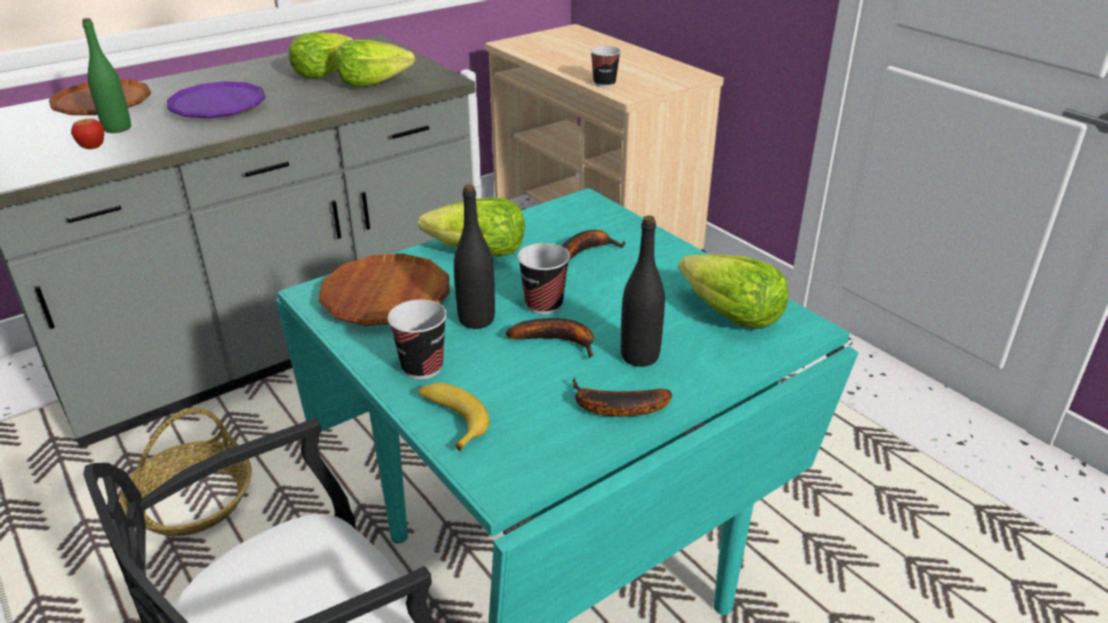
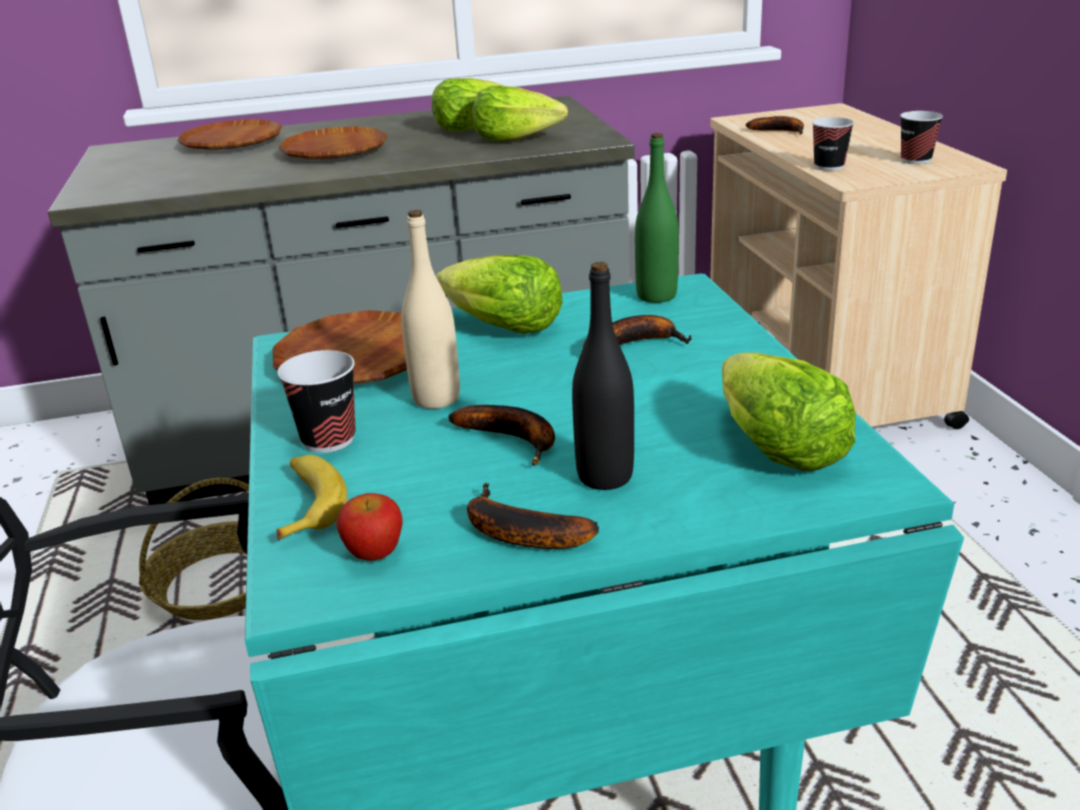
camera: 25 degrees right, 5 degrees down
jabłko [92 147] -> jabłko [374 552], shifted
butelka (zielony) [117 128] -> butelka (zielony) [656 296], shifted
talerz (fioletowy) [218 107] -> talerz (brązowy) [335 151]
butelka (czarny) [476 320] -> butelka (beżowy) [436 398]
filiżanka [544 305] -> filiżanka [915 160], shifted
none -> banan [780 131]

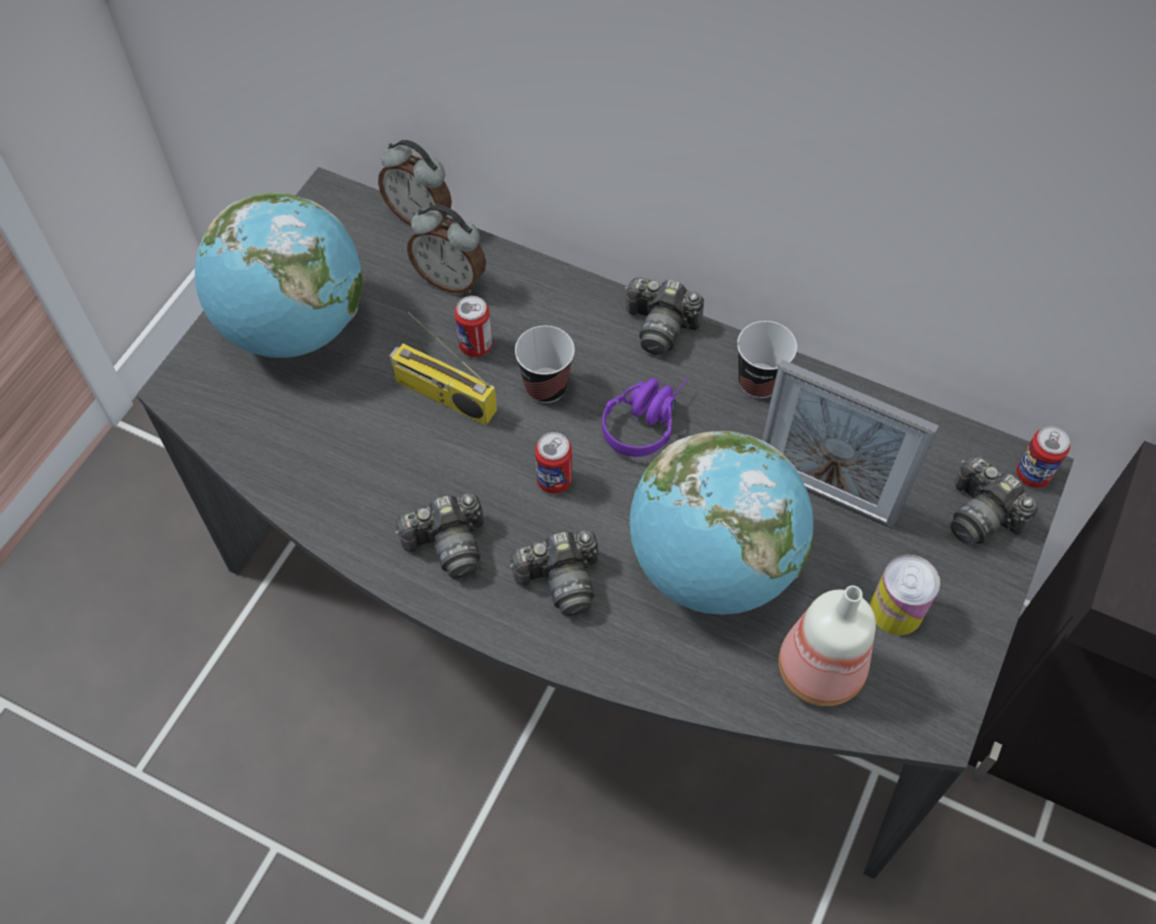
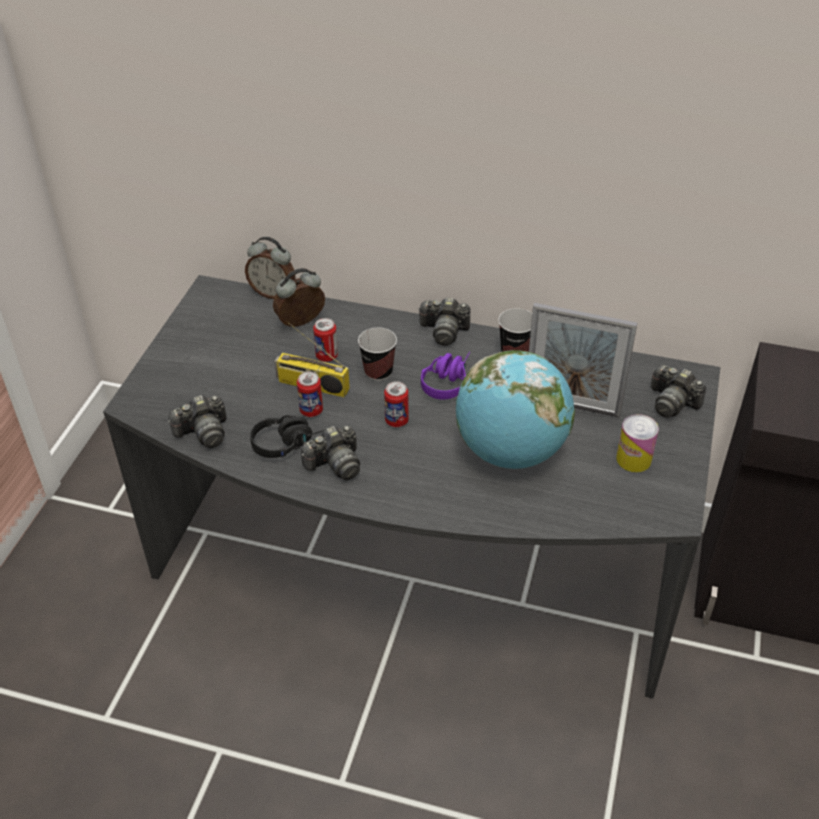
camera: 10 degrees left, 15 degrees down
globus [294 327] -> none
budzik [451 279] -> budzik [301 323], 135 degrees clockwise
aparat fotograficzny [560 580] -> aparat fotograficzny [203 432], shifted
butelka [818 672] -> none
puszka [1032 474] -> puszka [311 410], shifted
none -> słuchawki (czarny) [289 442]

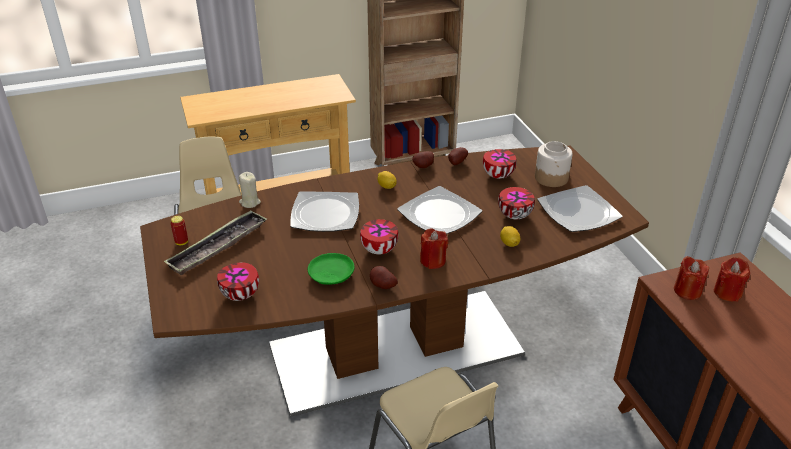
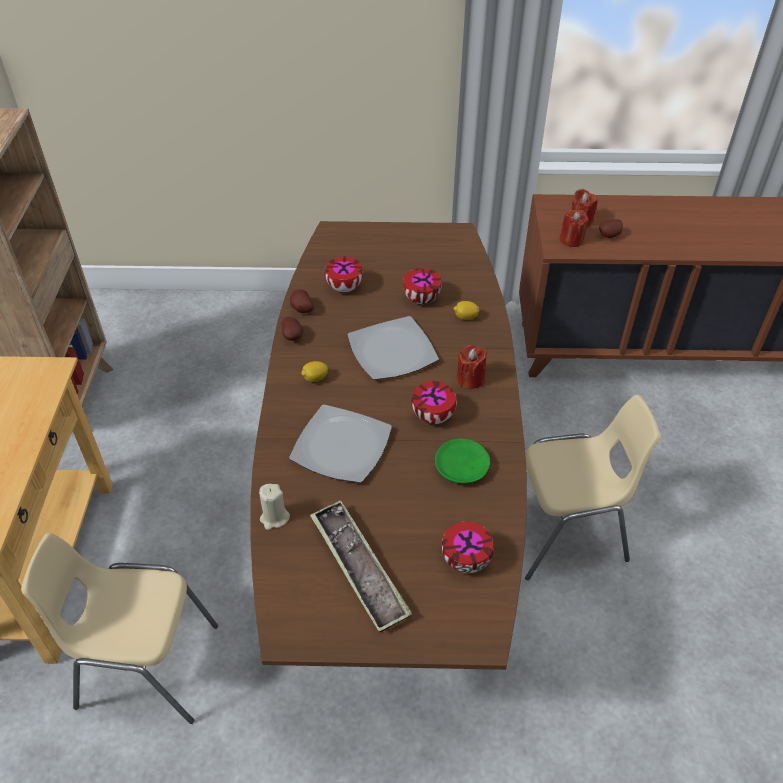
camera: 70 degrees left, 10 degrees up
puszka [181 242] -> none
ziemniak [382 286] -> ziemniak [610 236], shifted
słoik [551 178] -> none
talerz [578 211] -> none

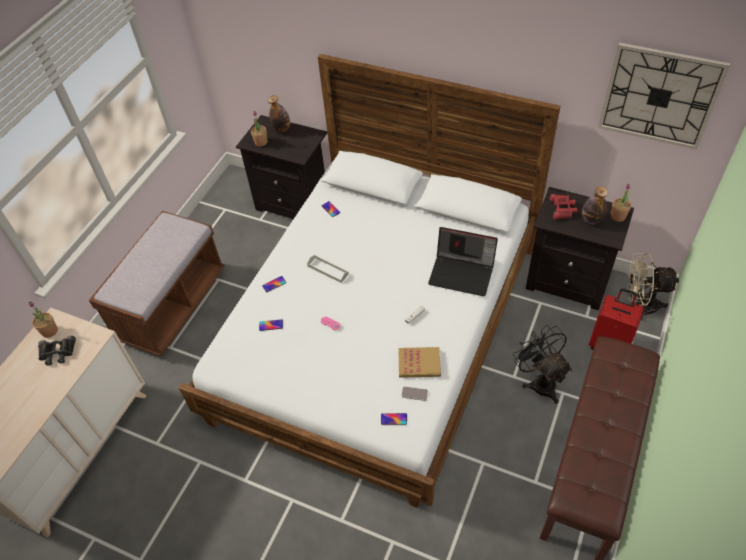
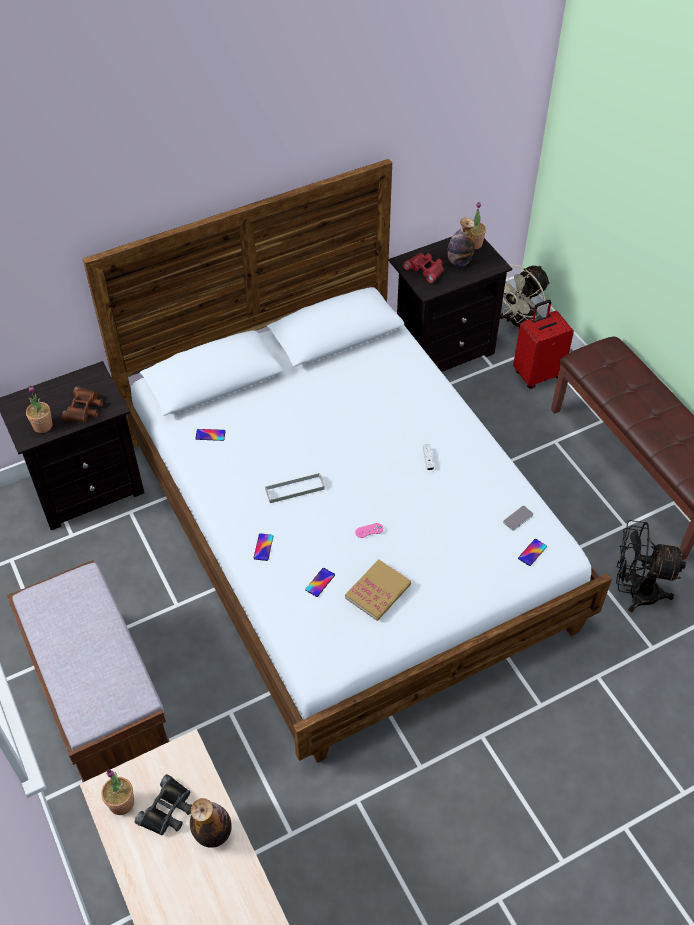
camera: 55 degrees left, 0 degrees up
butelka [281 129] -> butelka [213 833], shifted
książka [419 363] -> książka [378 591], shifted
laptop [462 273] -> none
wentylator (czarny) [540 381] -> wentylator (czarny) [635 592], shifted
zegar ścienny [659 96] -> none
none -> lornetka (brązowy) [84 408]

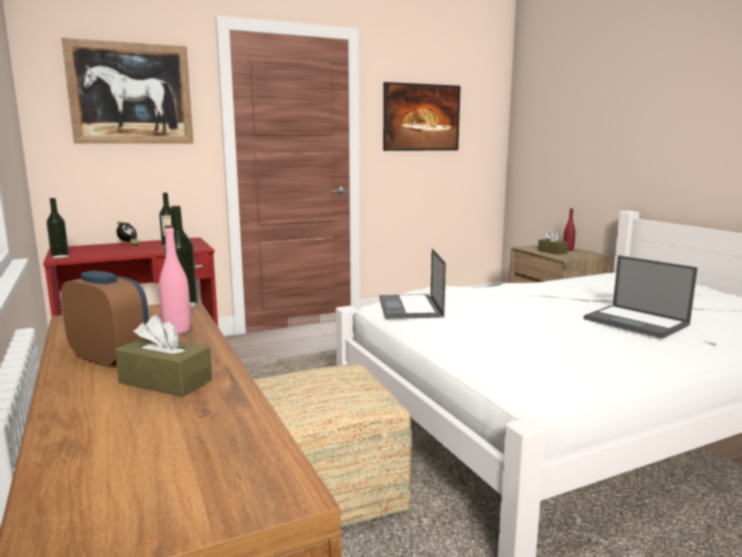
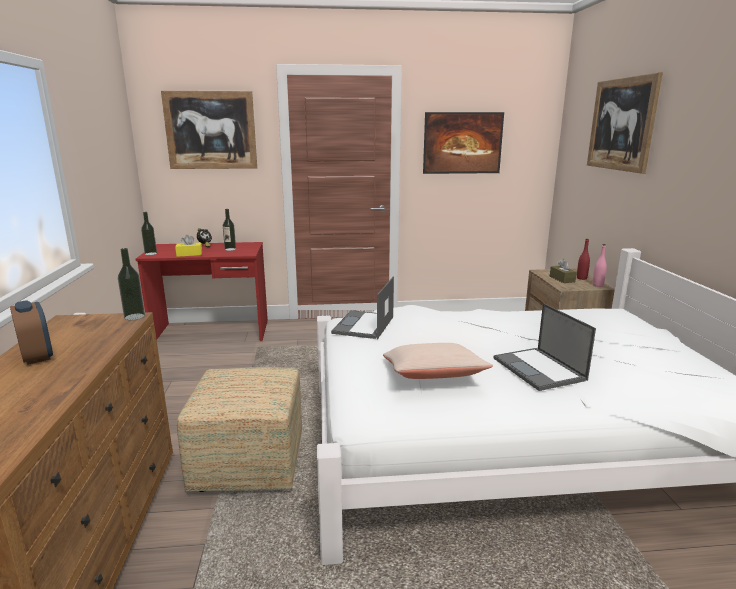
camera: 20 degrees right, 5 degrees up
pudełko chusteczek (brązowy) [165 381] -> none
butelka (różowy) [177 330] -> butelka (różowy) [597 285], shifted
none -> pudełko chusteczek (żółty) [189 254]
none -> poduszka (beżowy) [433 376]
none -> obraz [621 124]

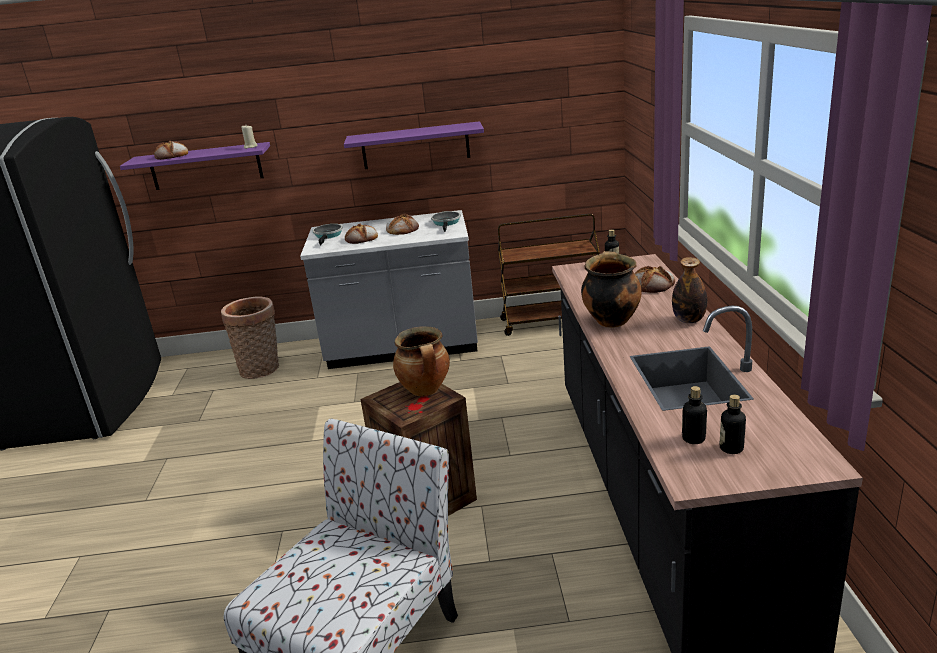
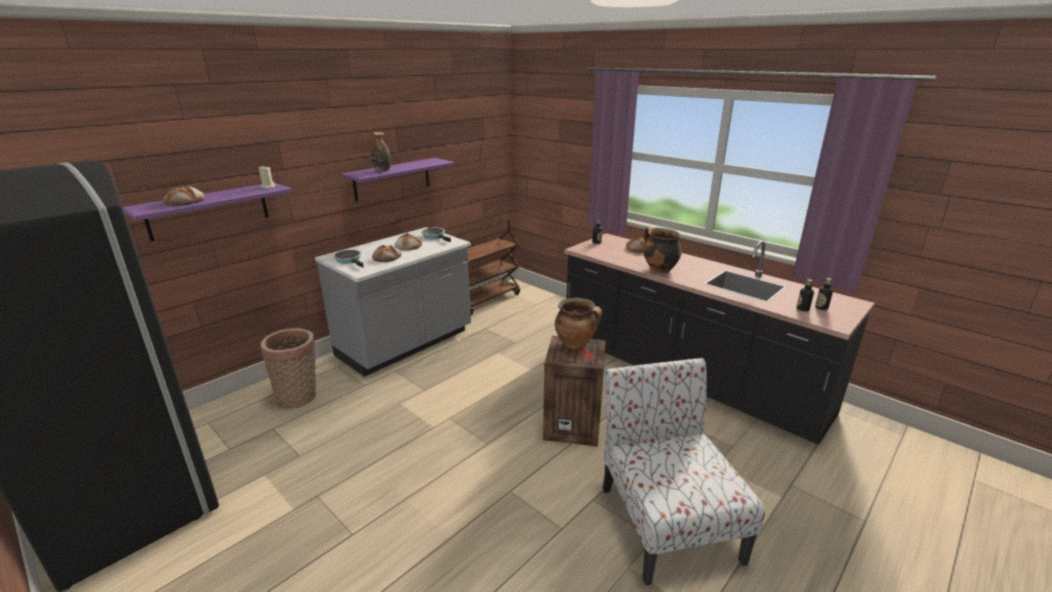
camera: 45 degrees left, 0 degrees up
butelka [689 320] -> butelka [382 170], shifted

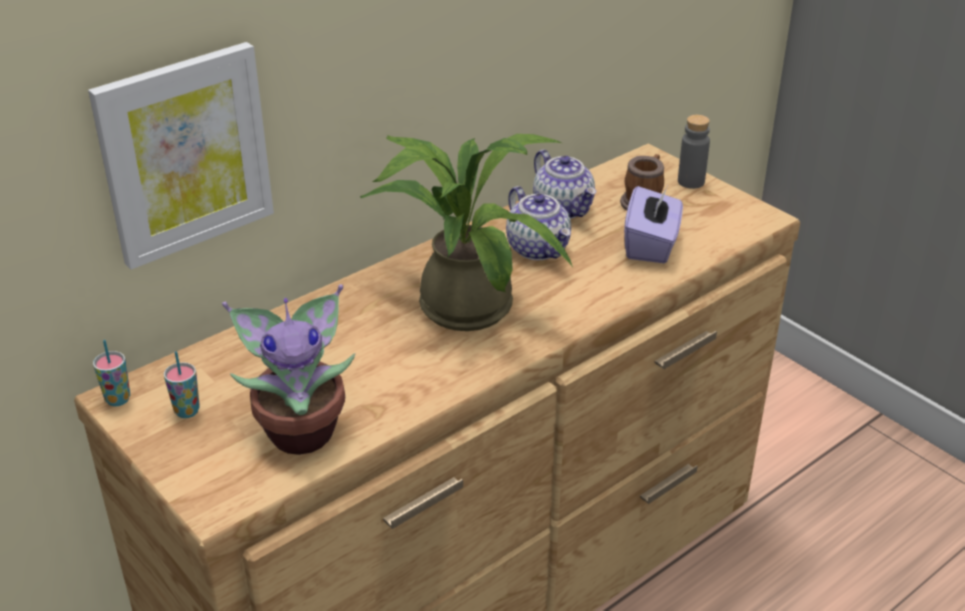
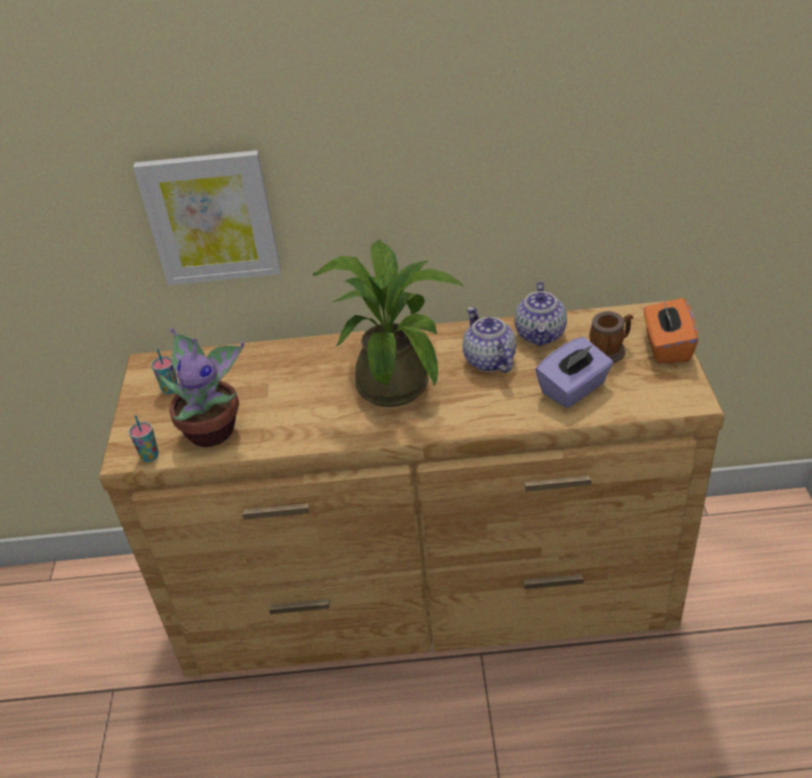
camera: 40 degrees right, 5 degrees up
filiżanka [118 399] -> filiżanka [150 456], shifted
imbryk [539 249] -> imbryk [488 360], 150 degrees clockwise
butelka (szary) [691 182] -> pudełko chusteczek (pomarańczowy) [666 346]

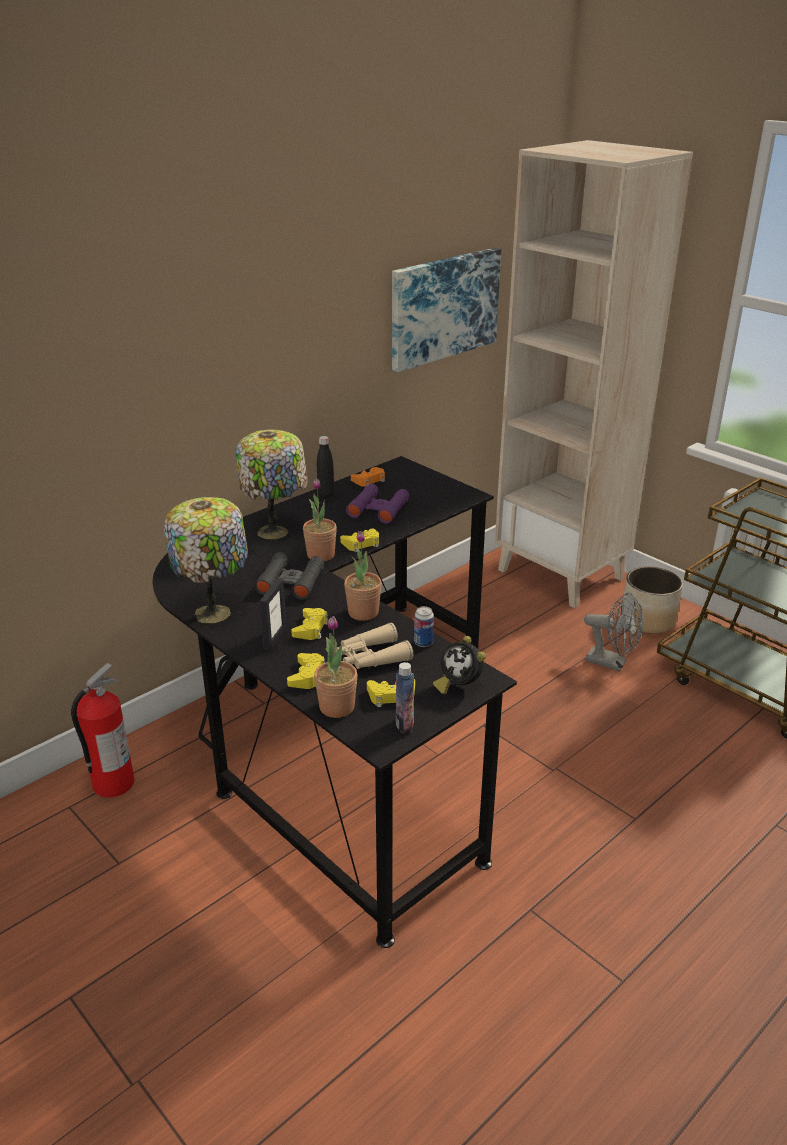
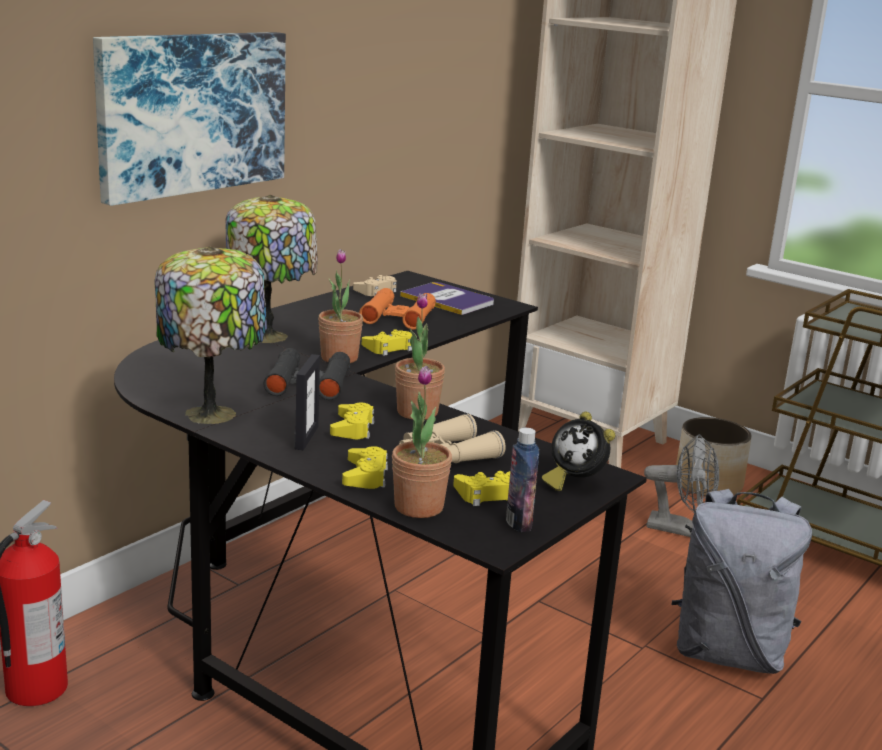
camera: 10 degrees left, 10 degrees down
butelka (czarny) [326 495] -> none
lornetka (fioletowy) [378 509] -> lornetka (pomarańczowy) [398 317]
pad do gier (pomarańczowy) [369 480] -> pad do gier (beżowy) [376 291]
obraz [443 307] -> obraz [191 113], shifted
puszka [423 643] -> none
none -> książka [448 300]
none -> plecak (szary) [728 653]

